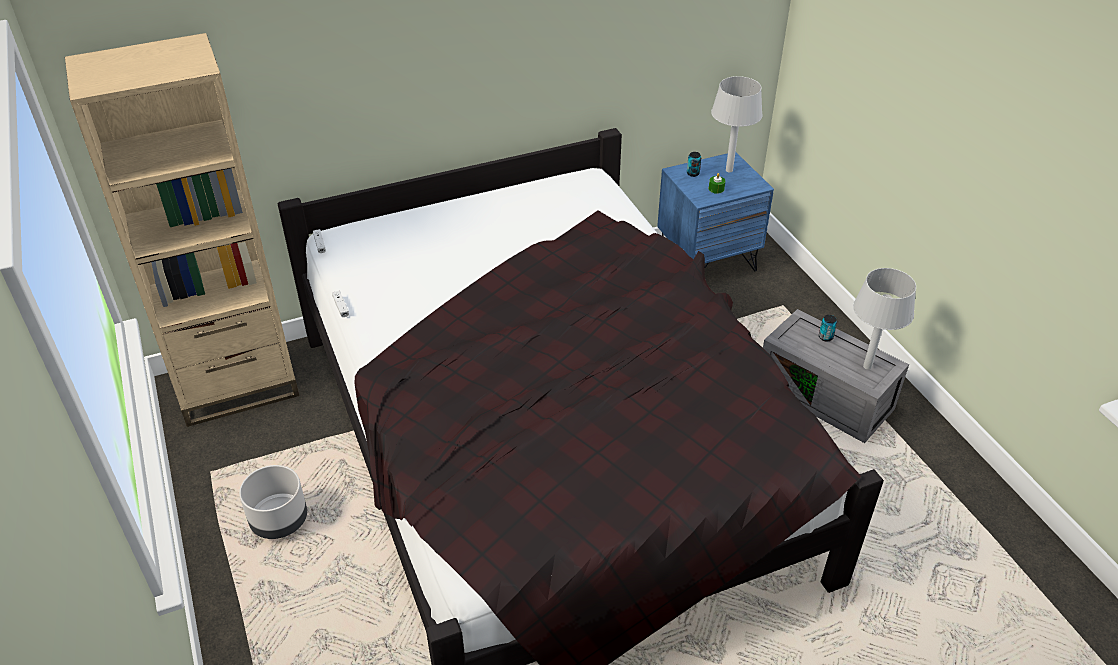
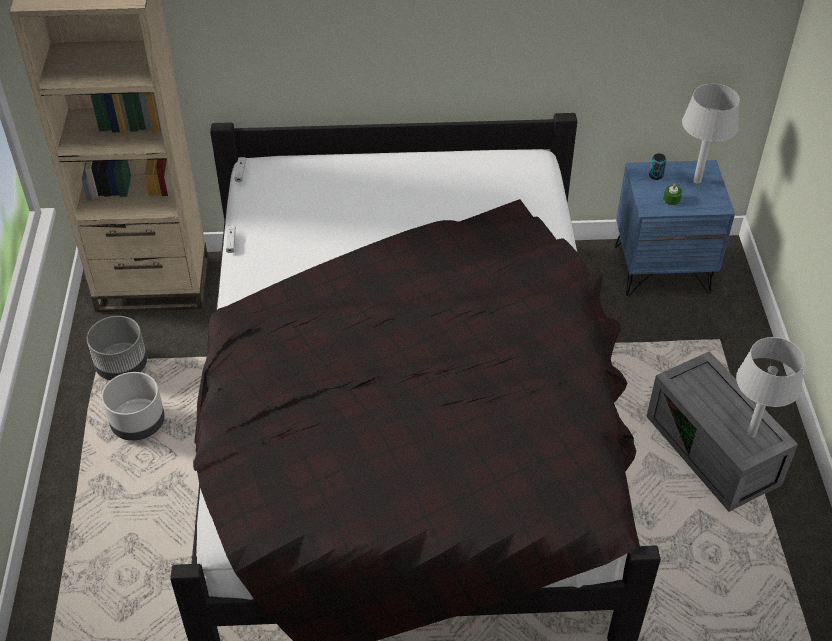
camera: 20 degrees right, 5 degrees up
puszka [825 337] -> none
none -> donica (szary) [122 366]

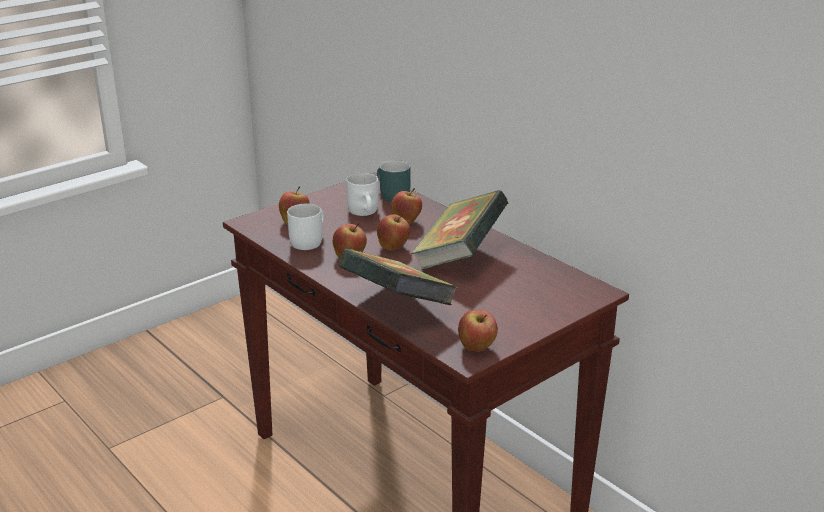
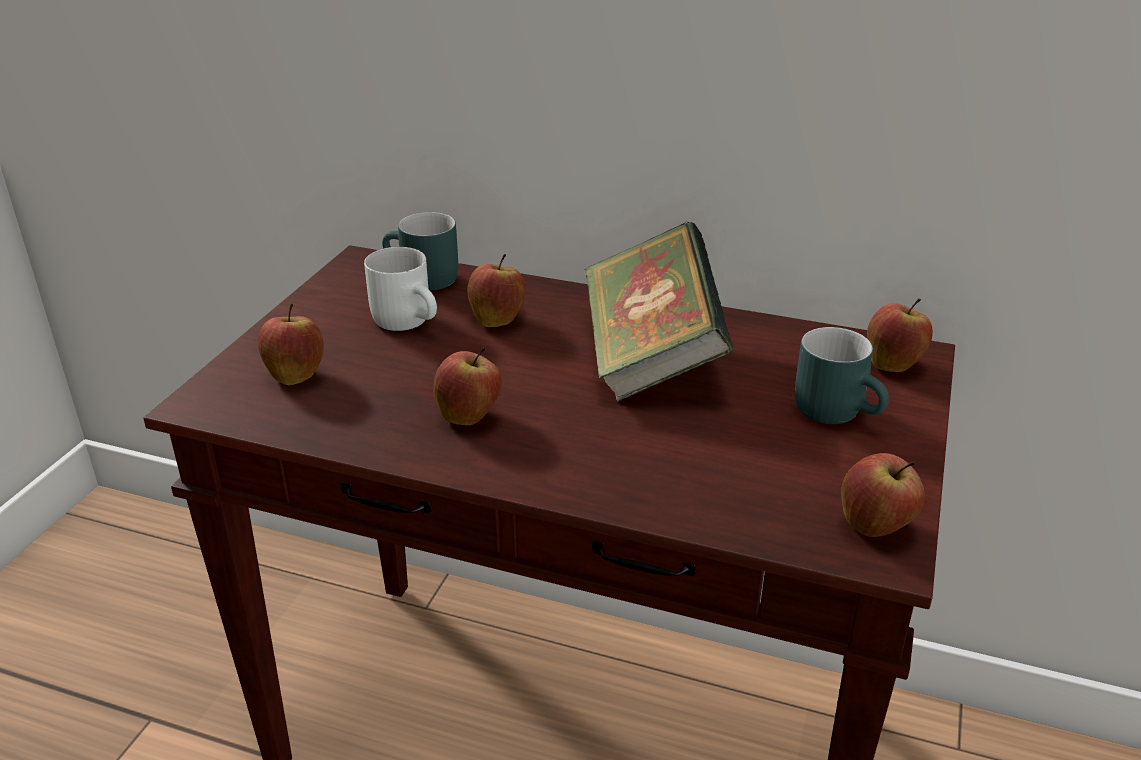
camera: 30 degrees left, 5 degrees up
kubek (biały) [307 241] -> none
książka [397 306] -> none
jabłko [394 247] -> jabłko [893 364], shifted
none -> kubek (turkusowy) [839 411]

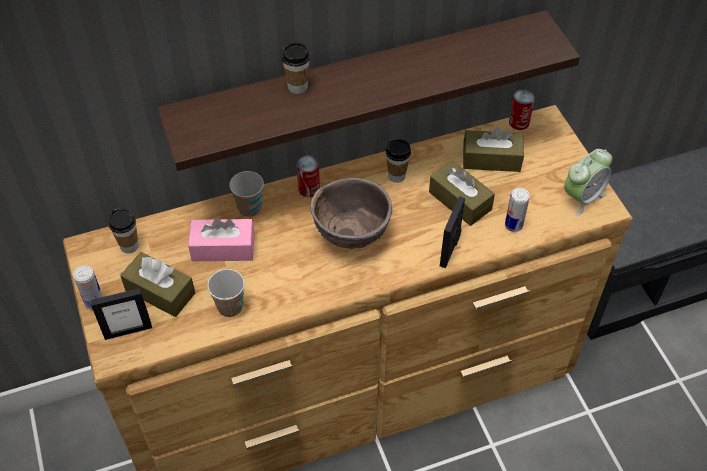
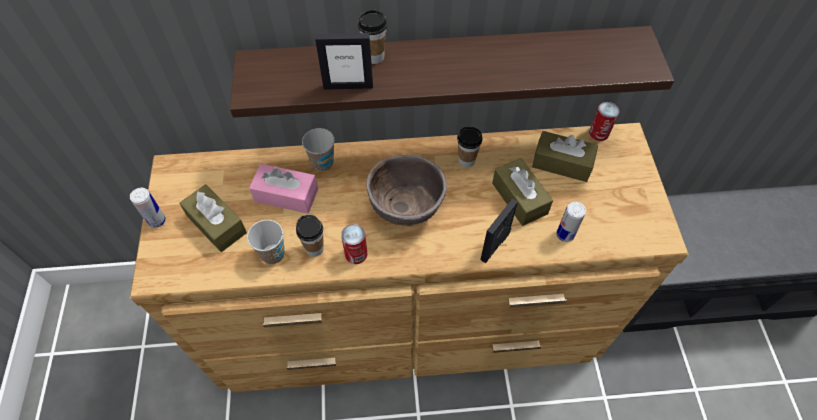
camera: 15 degrees right, 5 degrees up
ramka na zdjęcie [128 330] -> ramka na zdjęcie [348 86], shifted
filiżanka [129 246] -> filiżanka [314 248], shifted
puszka [309 188] -> puszka [356 254], shifted
budzik [582 197] -> none

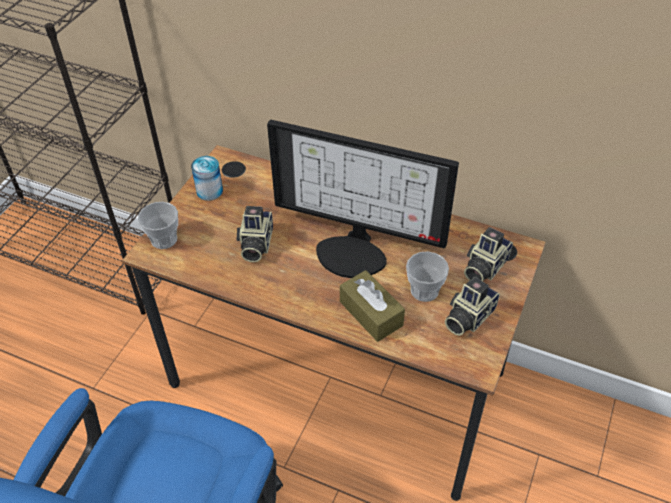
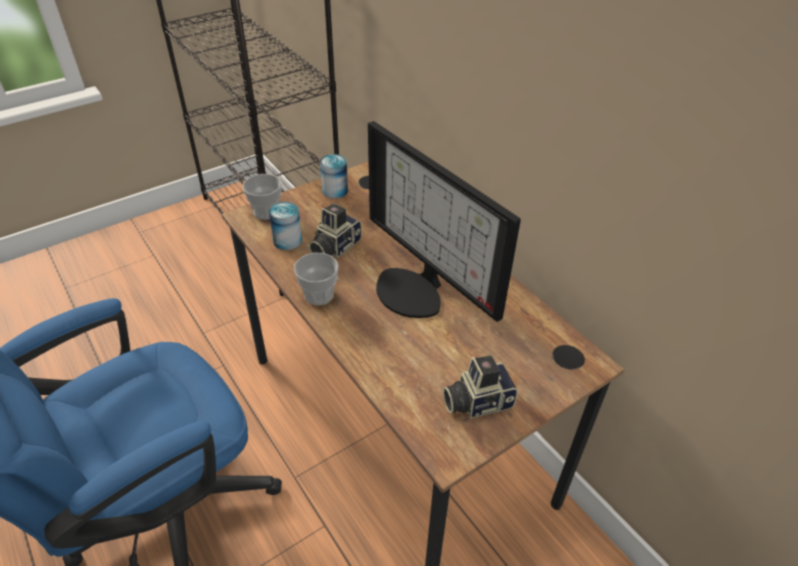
camera: 30 degrees right, 5 degrees down
pudełko chusteczek (brązowy) [371 313] -> none
filiżanka [424 290] -> filiżanka [319 295], shifted
aparat fotograficzny [483 267] -> none
none -> puszka [287 241]

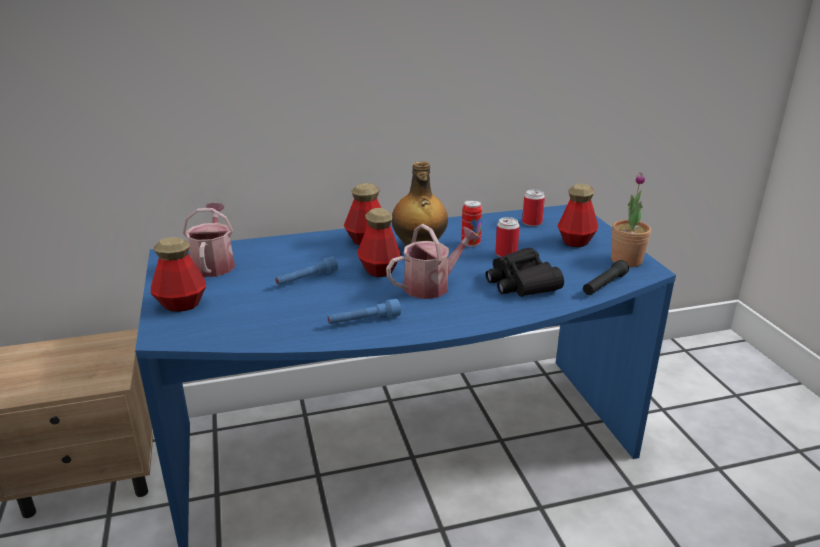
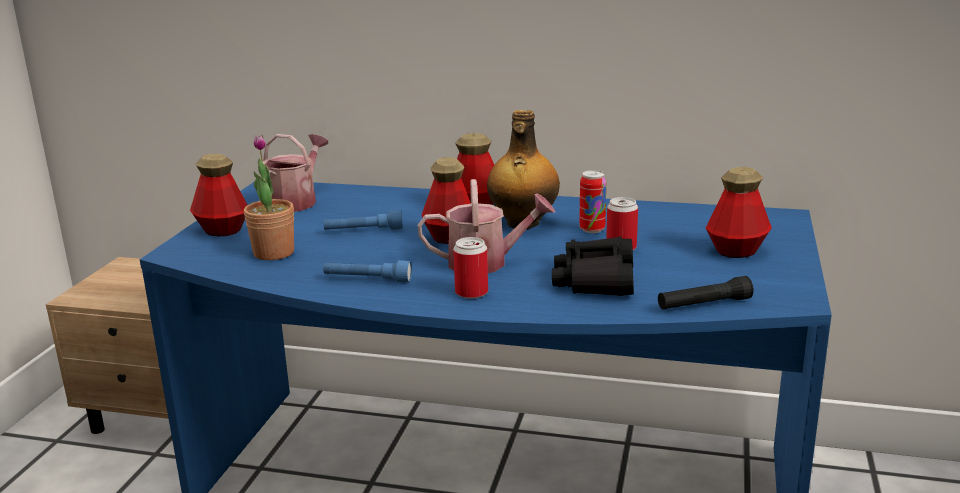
camera: 30 degrees right, 5 degrees down
puszka [532 223] -> puszka [471 292], shifted
roślina doniczkowa [626 260] -> roślina doniczkowa [274 253], shifted

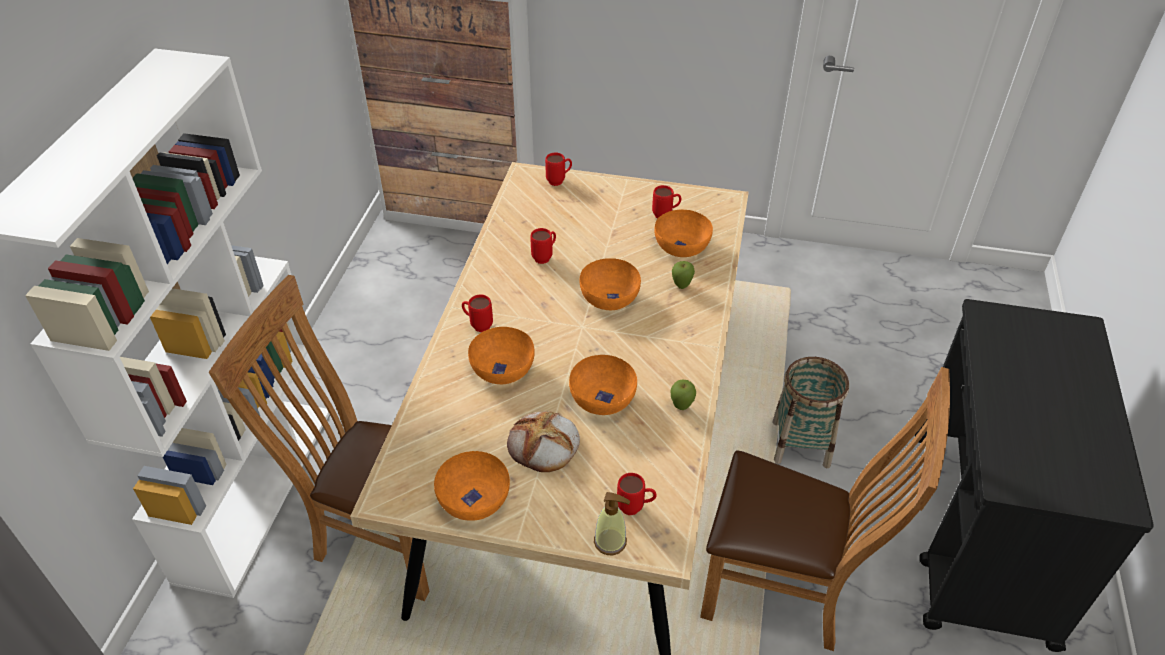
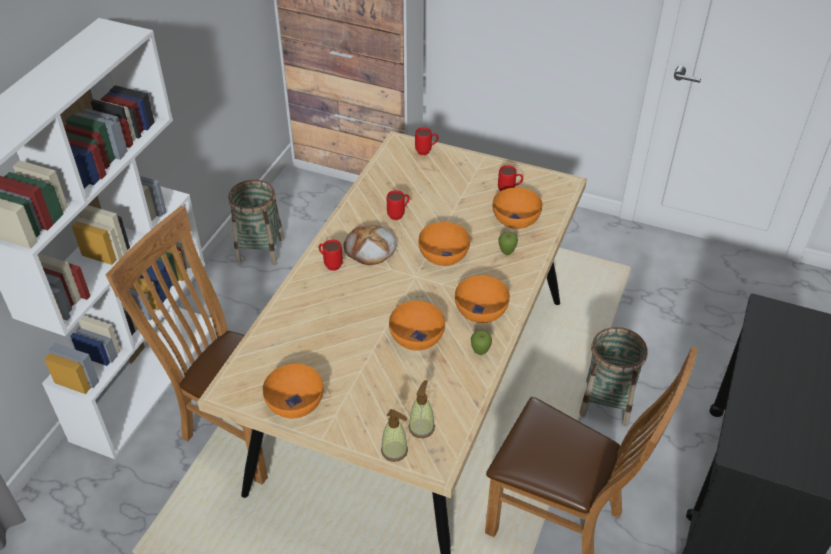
camera: 10 degrees right, 0 degrees up
miska (pomarańczowy) [503 370] -> miska (pomarańczowy) [481 312], shifted
chleb [544 445] -> chleb [370 248], shifted
kubek (czerwony) [635 508] -> dozownik mydła [421 427]
none -> koszyk [260 250]

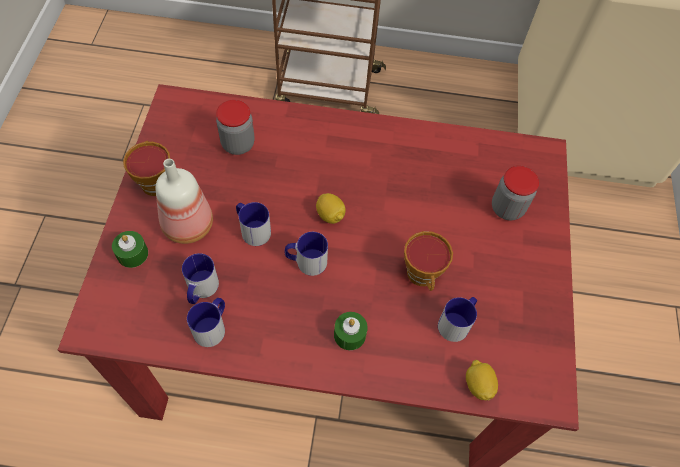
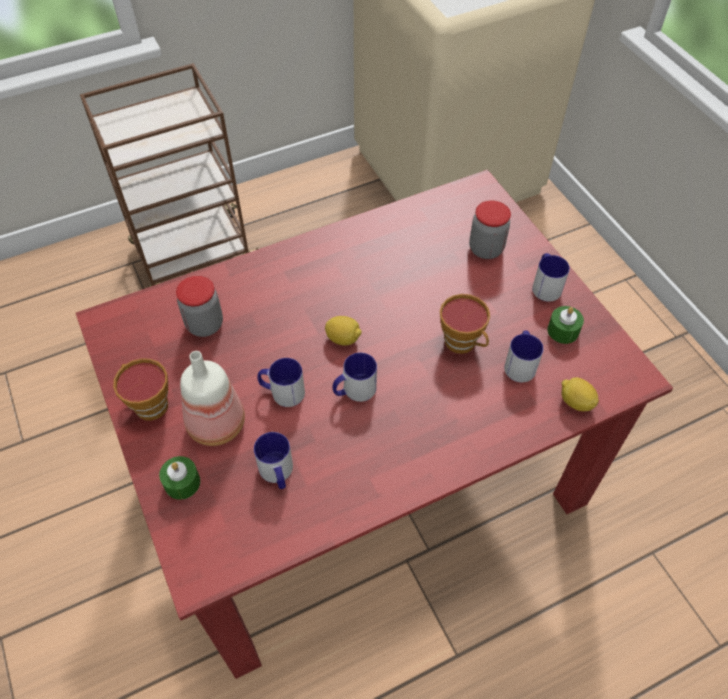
camera: 30 degrees left, 5 degrees down
kubek [212 326] -> kubek [545 285], shifted
świeca (zielony) [349 335] -> świeca (zielony) [563 331], shifted

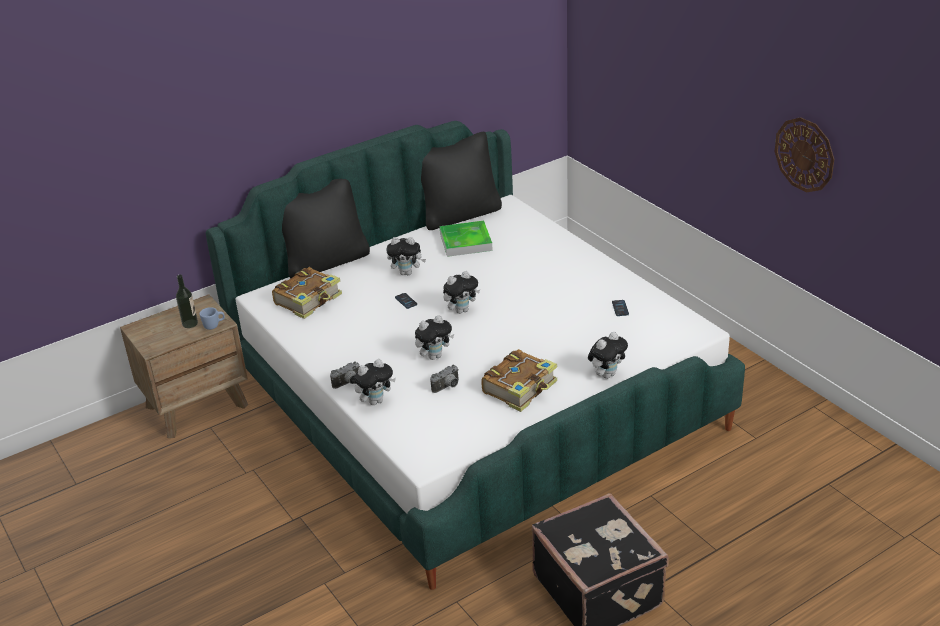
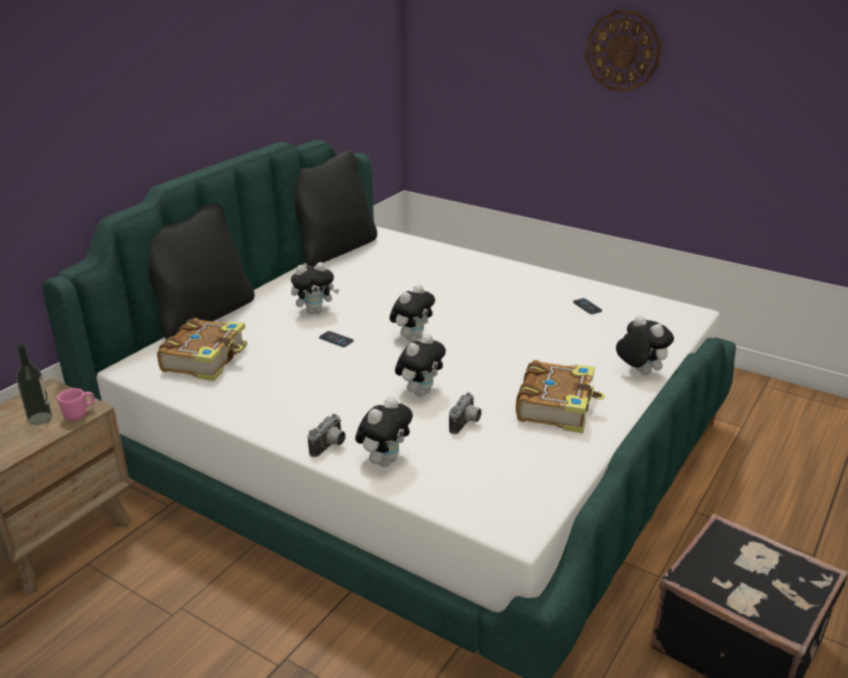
camera: 25 degrees left, 5 degrees down
kubek (niebieski) [214 325] -> kubek (różowy) [80 414]
taca [465 242] -> none
pluszak [607 374] -> pluszak [639 372], 60 degrees counterclockwise
zegar ścienny [804 154] -> zegar ścienny [623 51], shifted

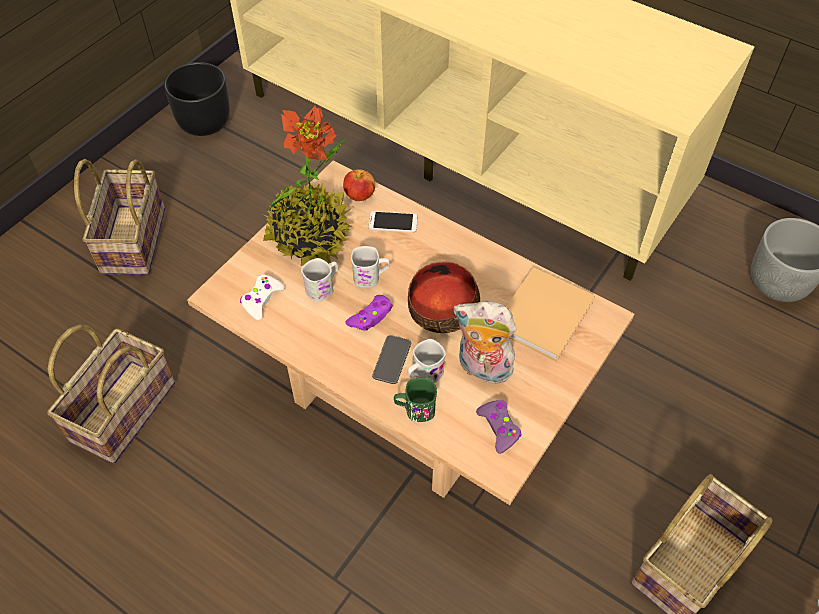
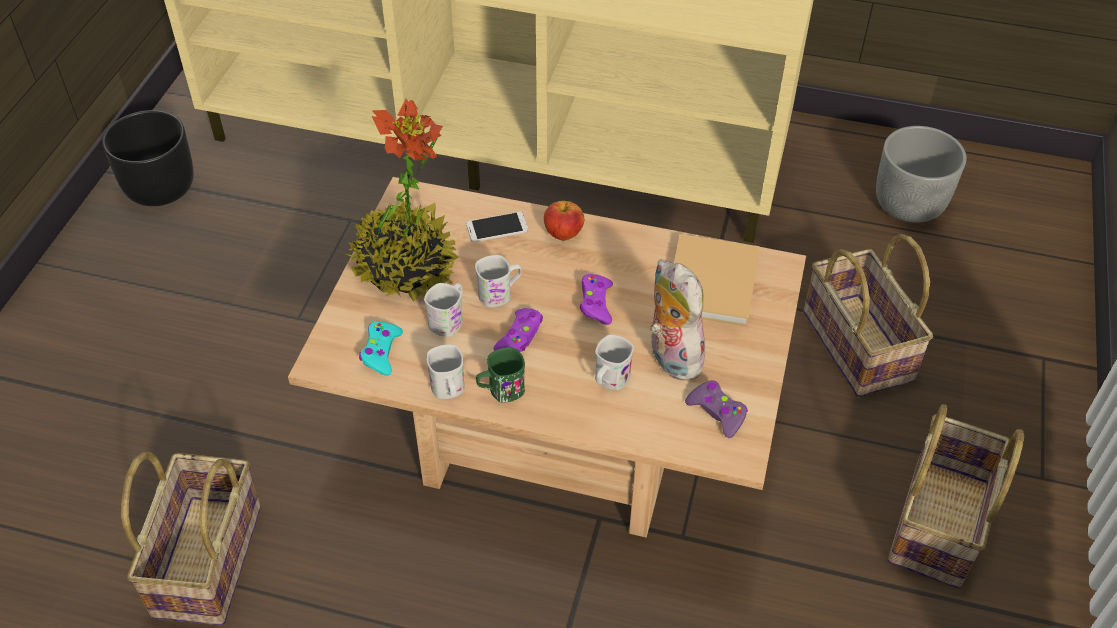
camera: 20 degrees left, 5 degrees down
koszyk [132 240] -> koszyk [855 346], shifted
pad do gier (biały) [262 300] -> pad do gier (turkusowy) [381 352]
jabłko [359 195] -> jabłko [563 233], shifted
telefon [392 360] -> none
kubek (zielony) [415 410] -> kubek (zielony) [500 391], shifted
miska [442 307] -> pad do gier (fioletowy) [596 303]
pluszak [482 369] -> pluszak [670 357], 60 degrees clockwise
none -> kubek (biały) [449 391]

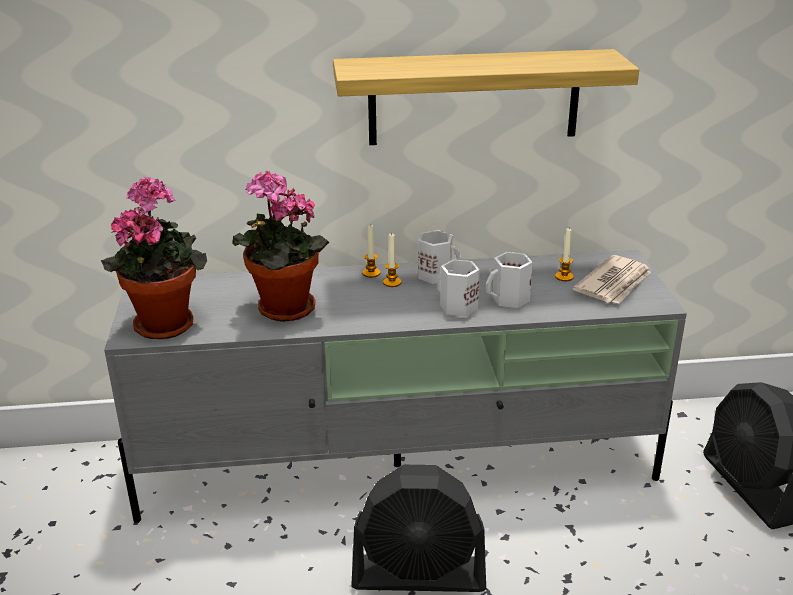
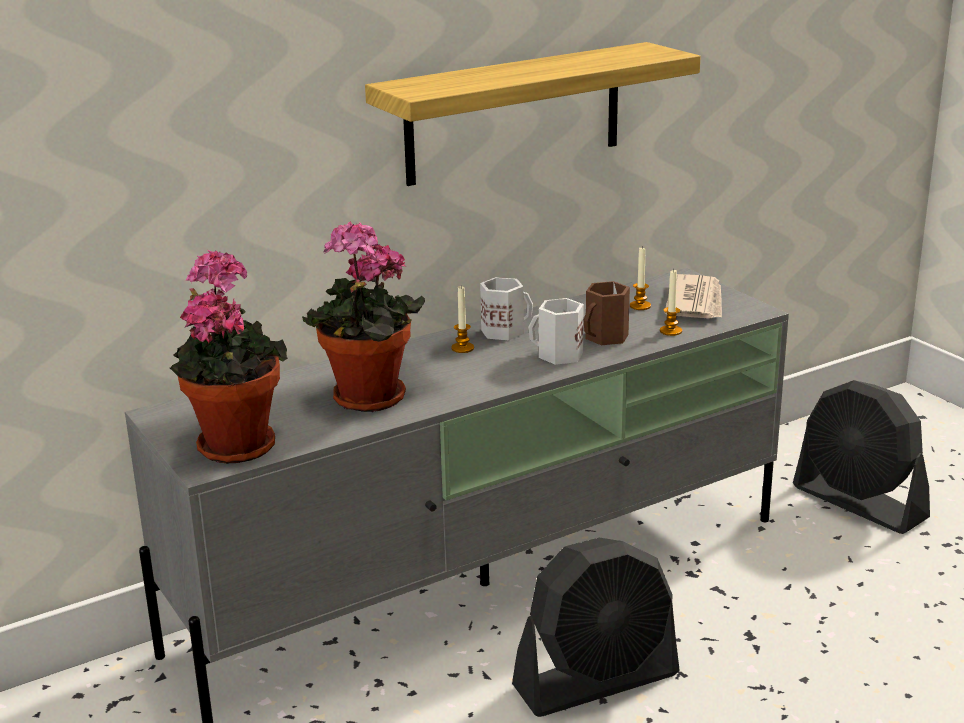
camera: 25 degrees left, 5 degrees down
świeca [371 273] -> świeca [671 331], shifted
kubek (biały) [509 299] -> kubek (brązowy) [606 337]

